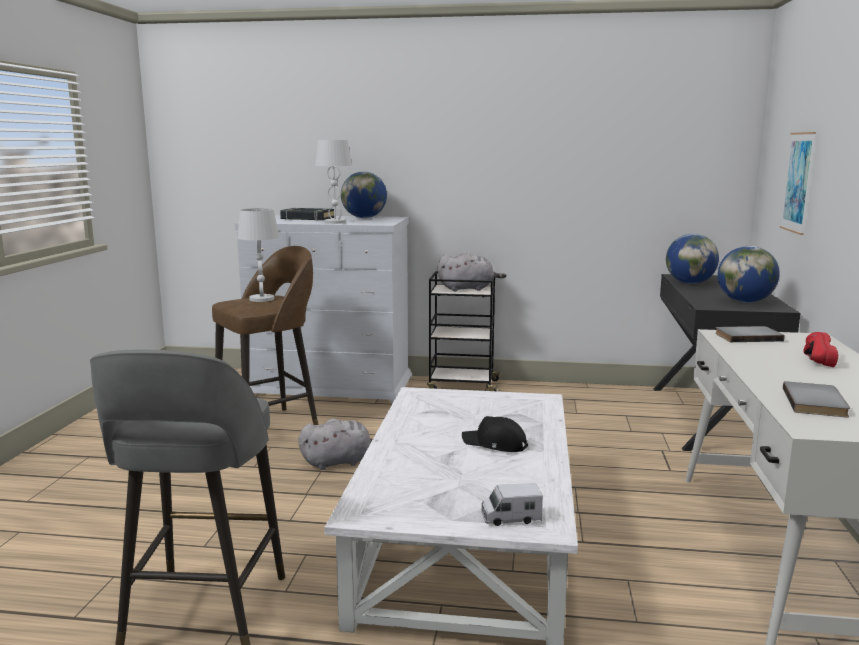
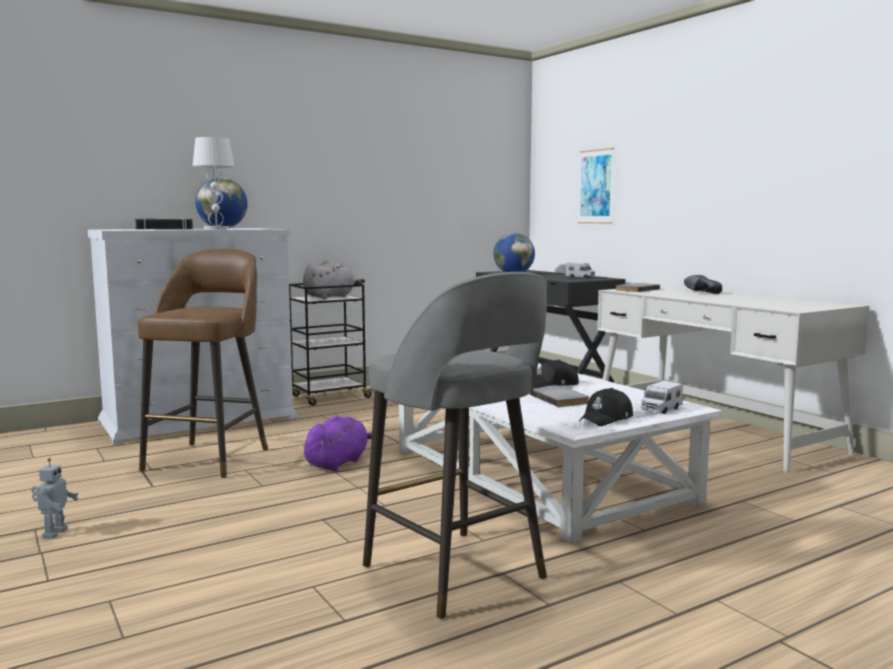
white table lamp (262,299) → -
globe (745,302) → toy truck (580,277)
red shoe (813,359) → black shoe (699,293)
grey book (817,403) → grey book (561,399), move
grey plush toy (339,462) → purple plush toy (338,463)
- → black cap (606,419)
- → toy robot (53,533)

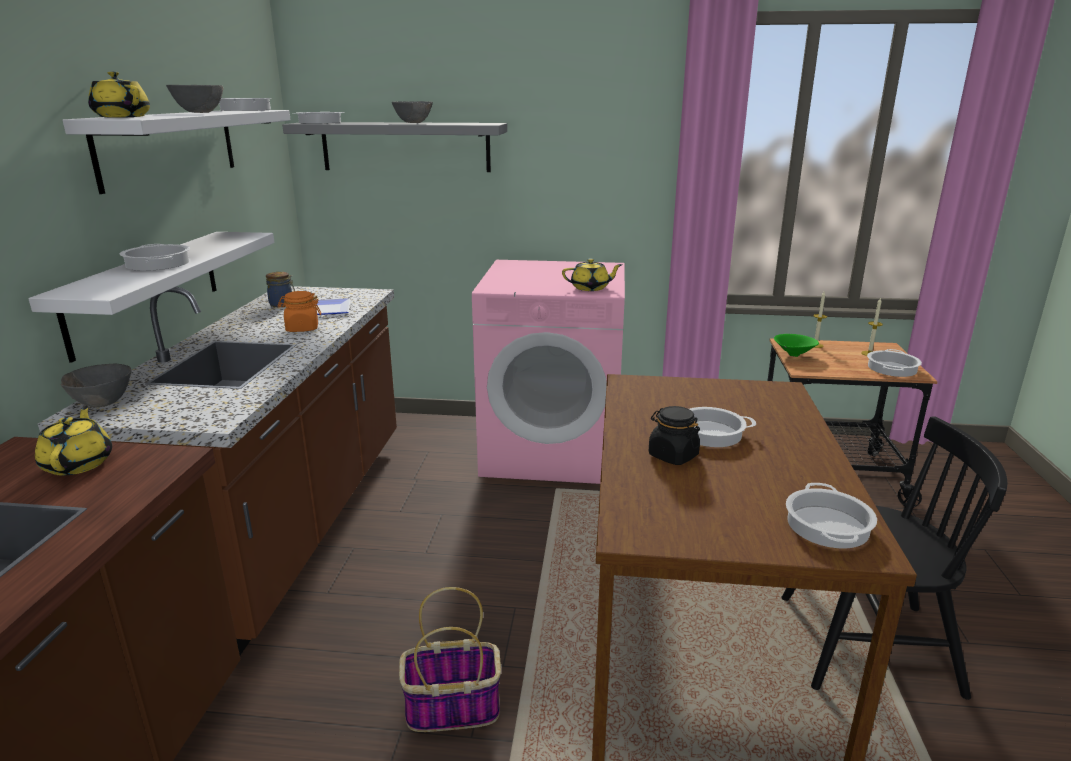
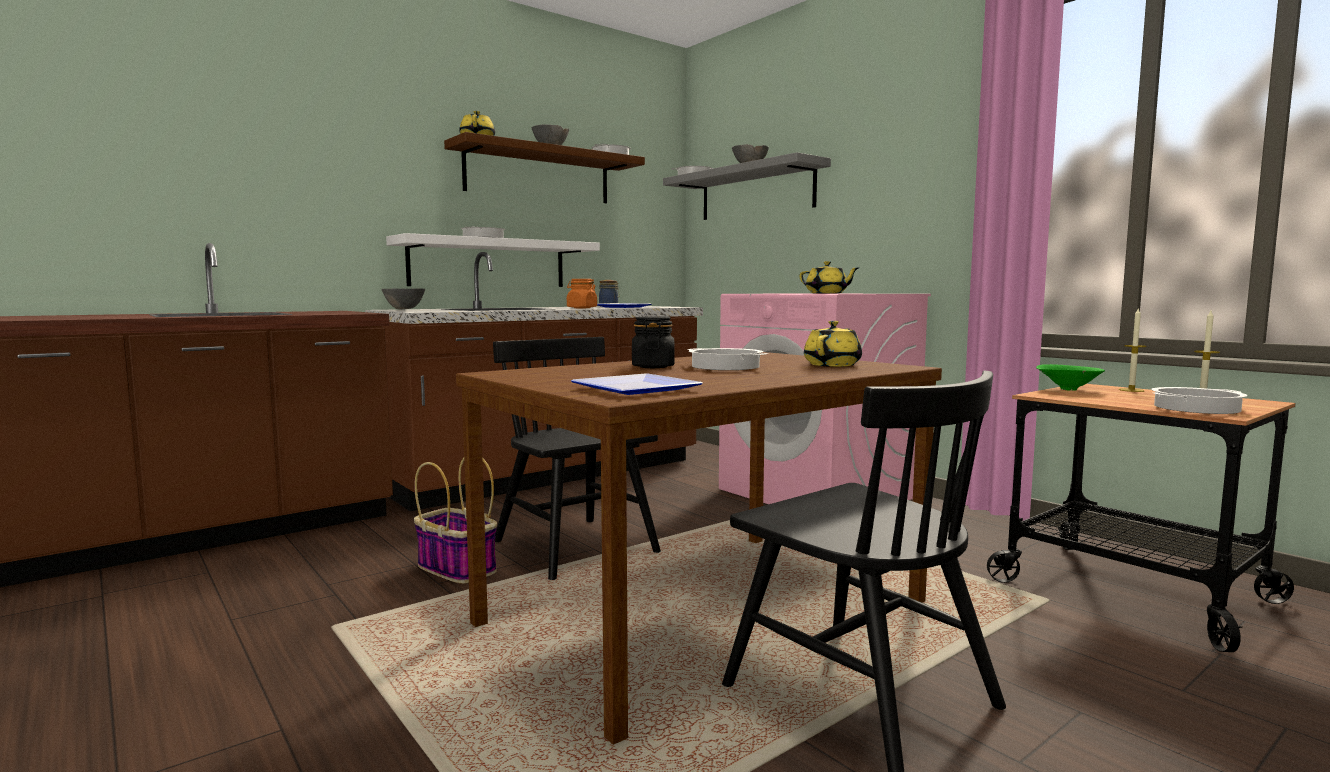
white shelf (169,146) → brown shelf (538,175)
yellow teapot (79,463) → yellow teapot (833,365), move
cooking pot (828,526) → plate (635,390)
- → black chair (575,547)

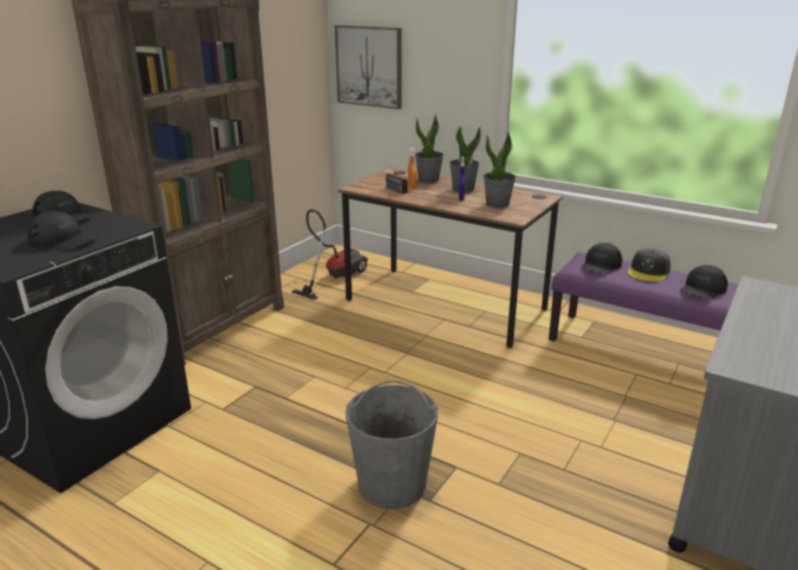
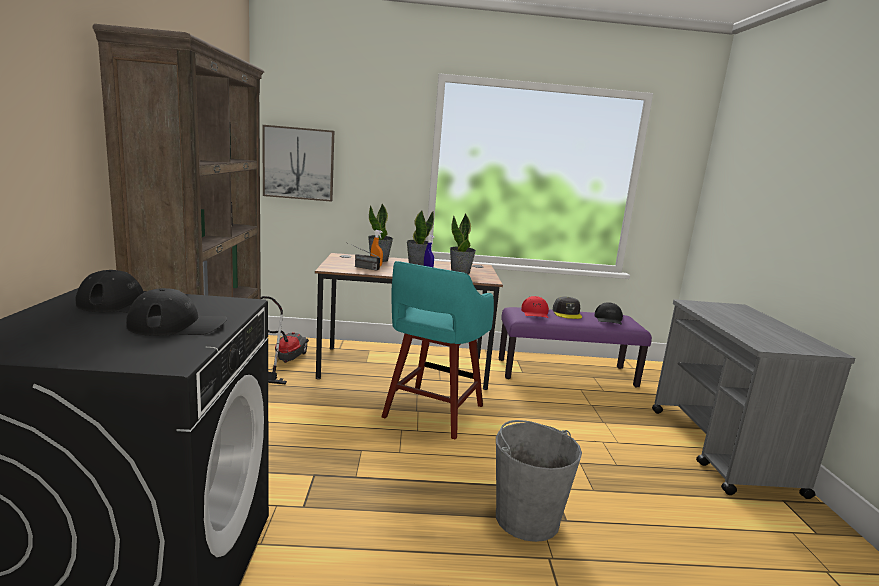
black cap (601,265) → red cap (535,313)
- → turquoise stool (432,412)

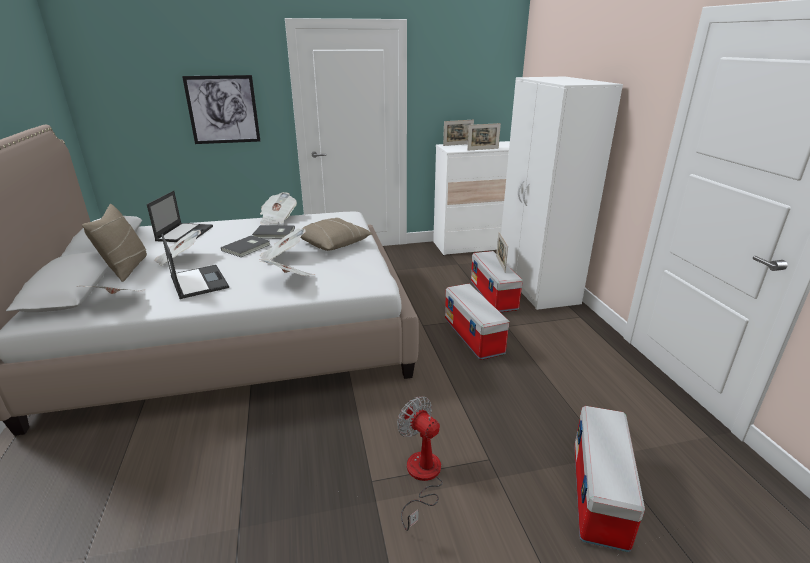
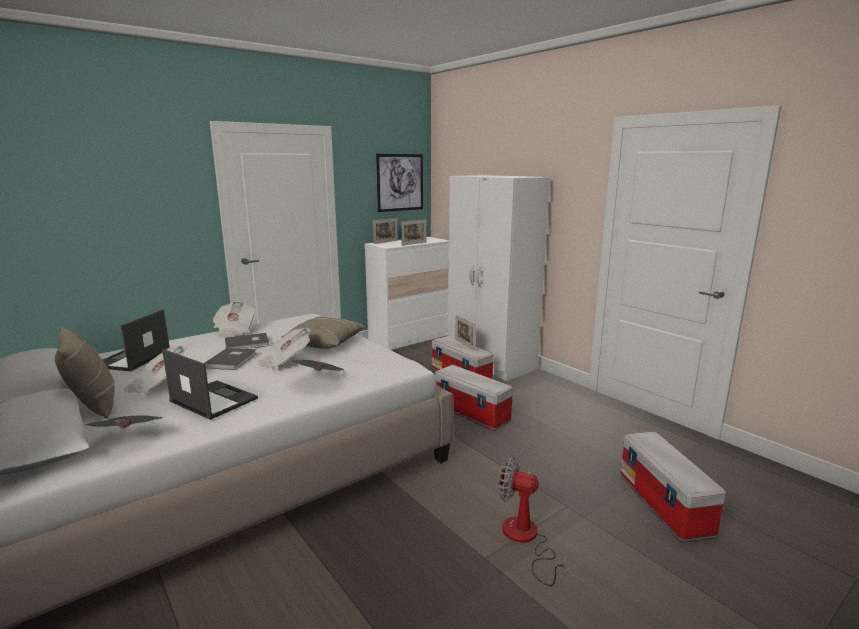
picture (223,110) → picture (400,182), move
laptop (185,233) → laptop (132,359), 150 degrees counterclockwise

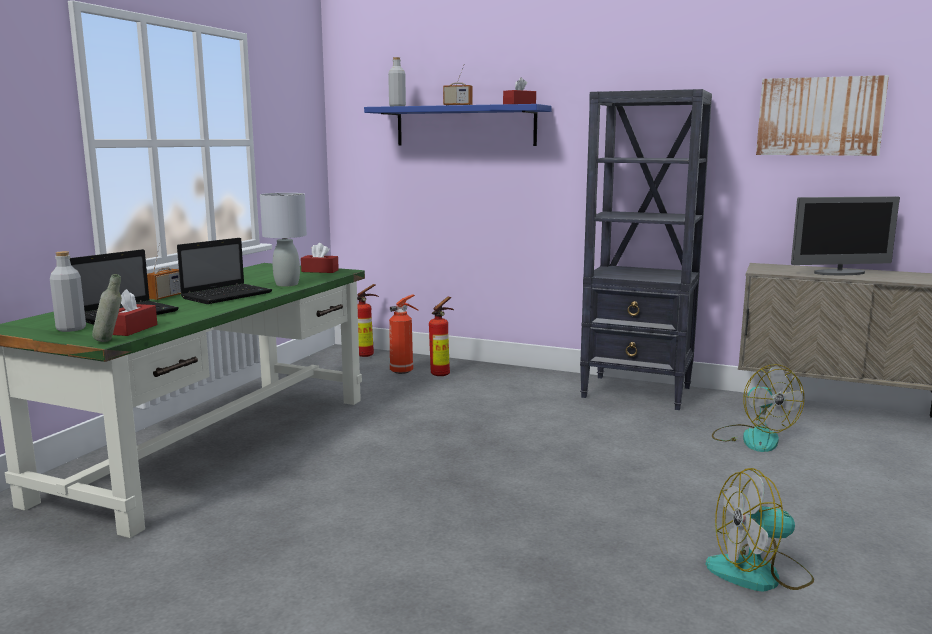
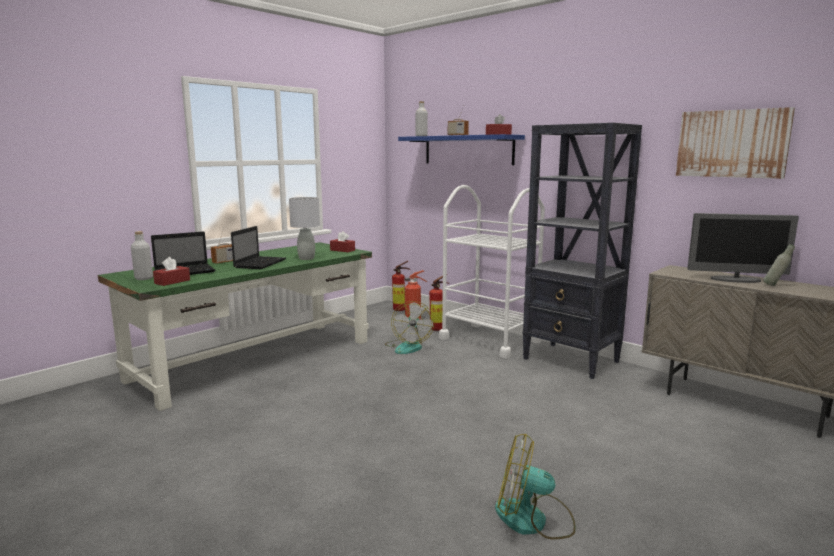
laptop (228,295) → laptop (260,263), 45 degrees counterclockwise
grey bottle (110,341) → grey bottle (775,286), move
fan (752,438) → fan (408,346), move
- → white cart (489,340)

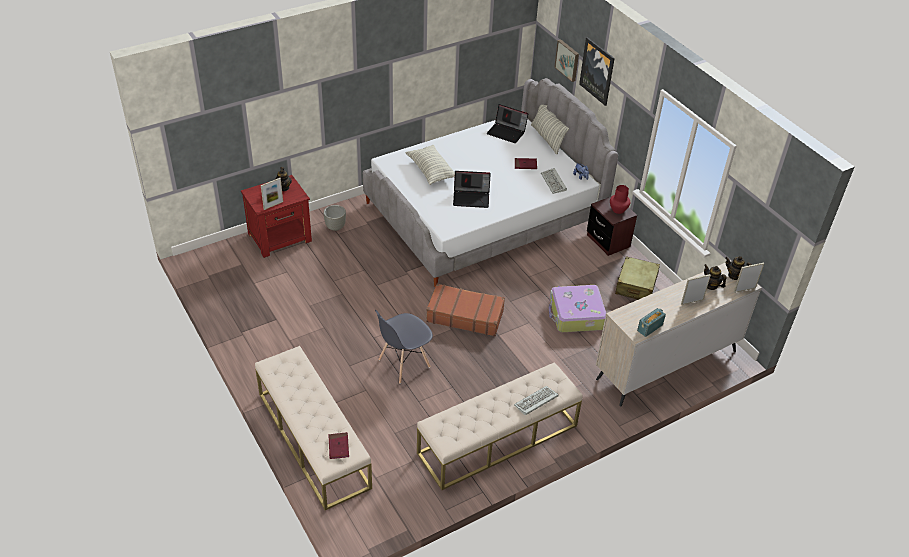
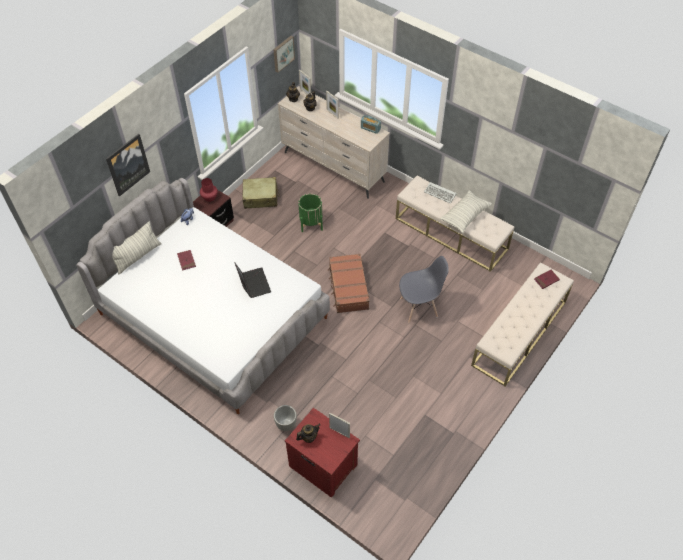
picture (568,60) → picture (283,53), move
laptop (507,132) → -
pillow (431,171) → pillow (465,216), move
keyboard (554,183) → -
suitcase (576,315) → green planter (311,223)
grey chair (403,364) → grey chair (419,307), 45 degrees counterclockwise

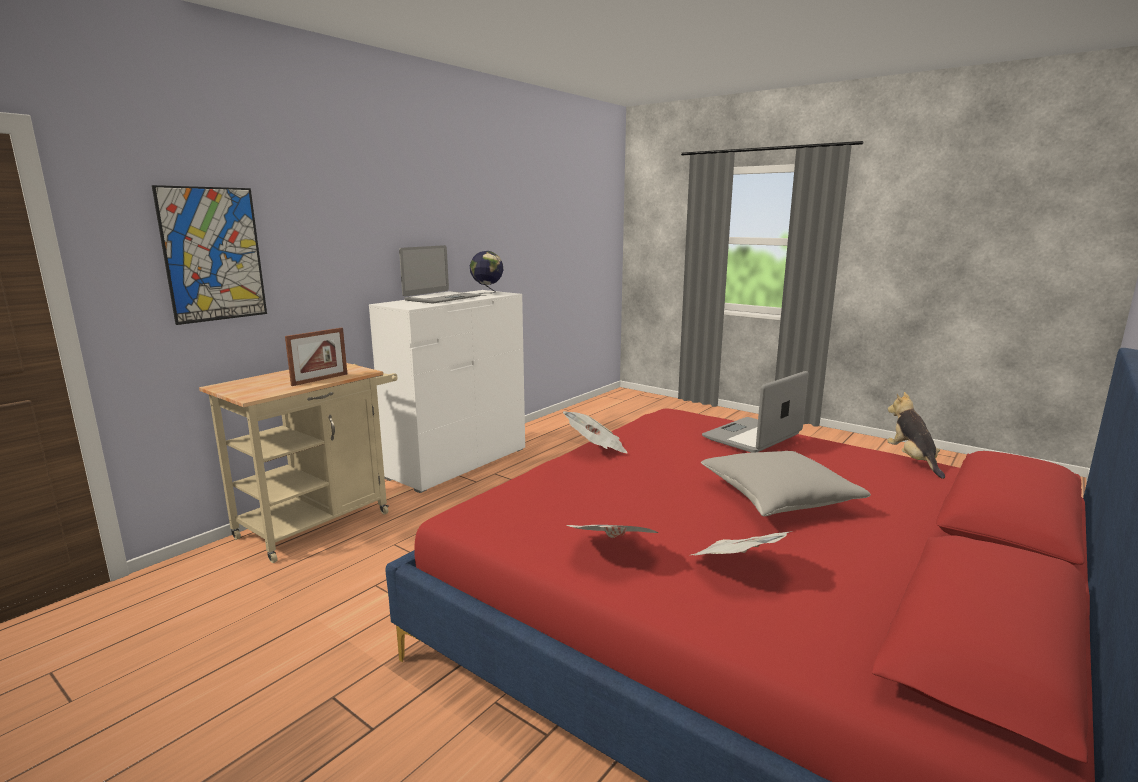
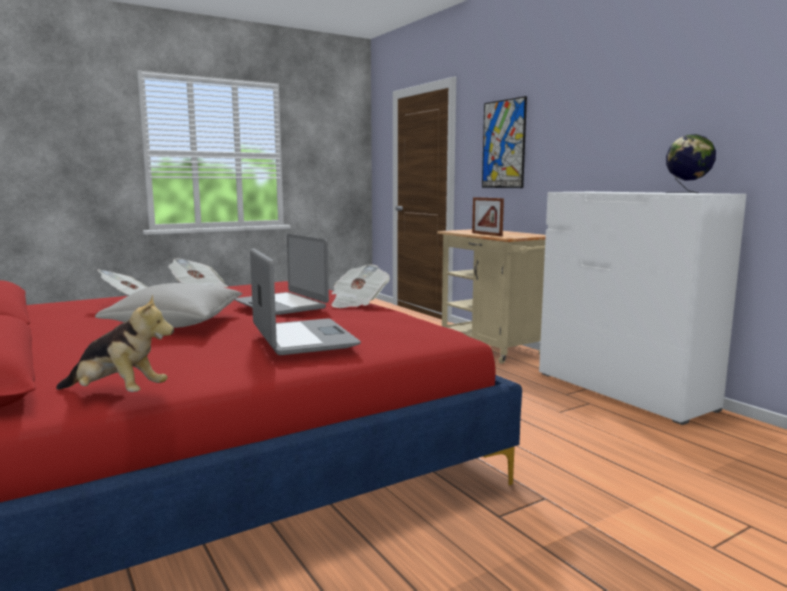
laptop (442,298) → laptop (281,305), move

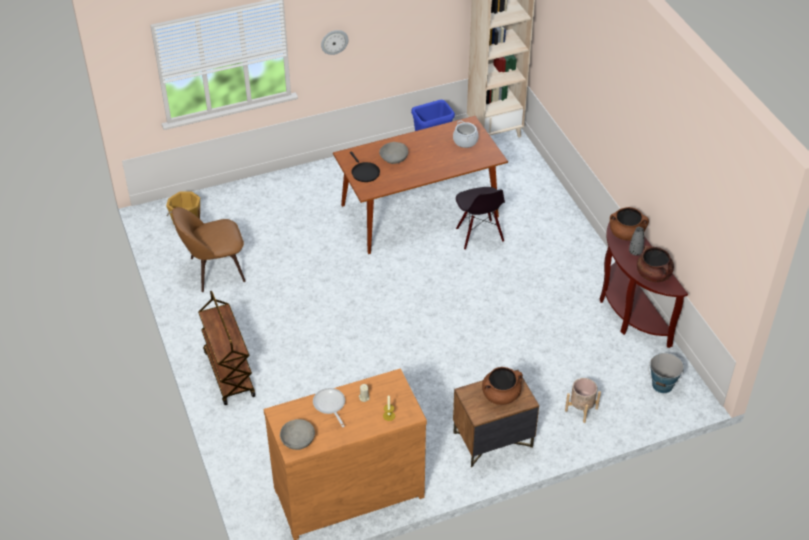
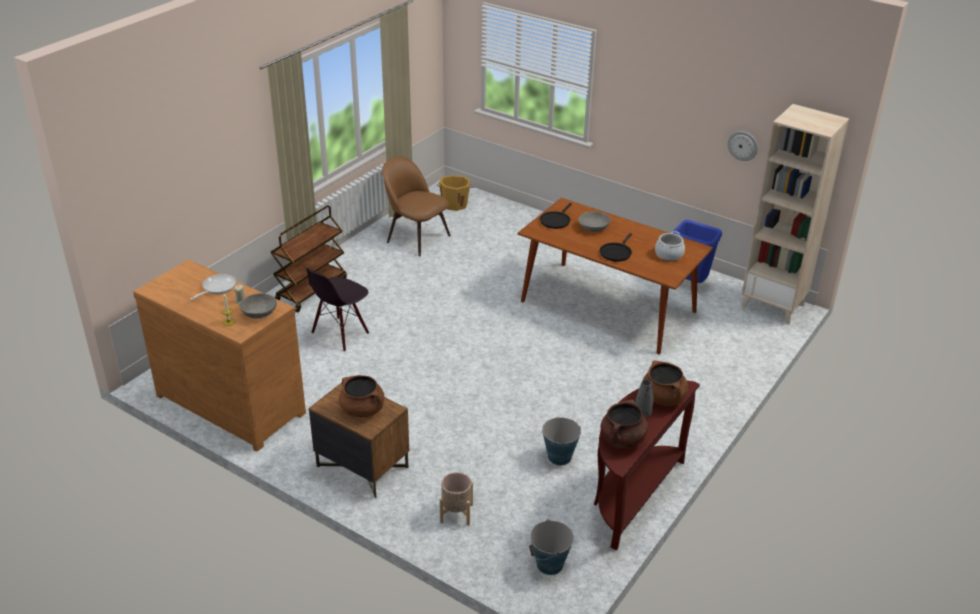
wall clock (334,41) → wall clock (743,145), move
black chair (479,235) → black chair (340,334), move
grey bowl (298,440) → grey bowl (259,313), move
- → black frying pan (616,253)
- → bucket (559,457)

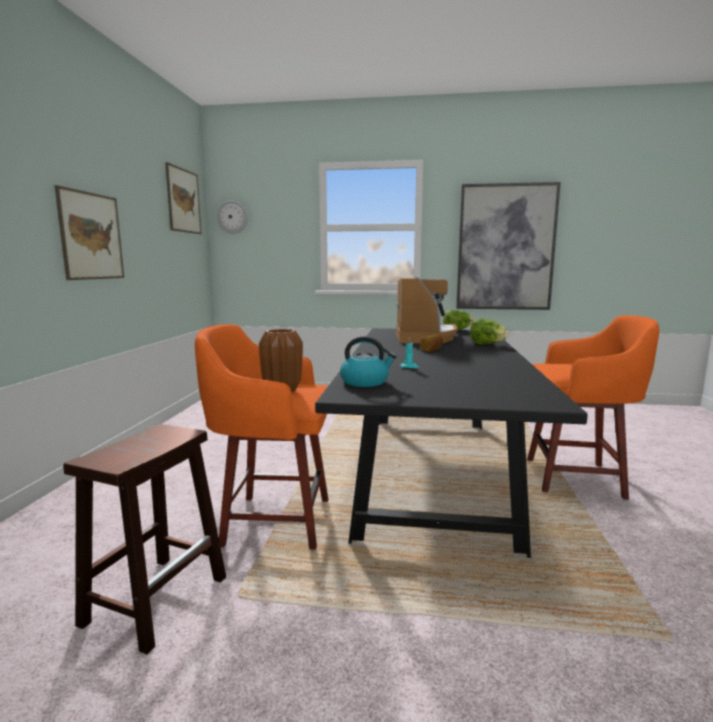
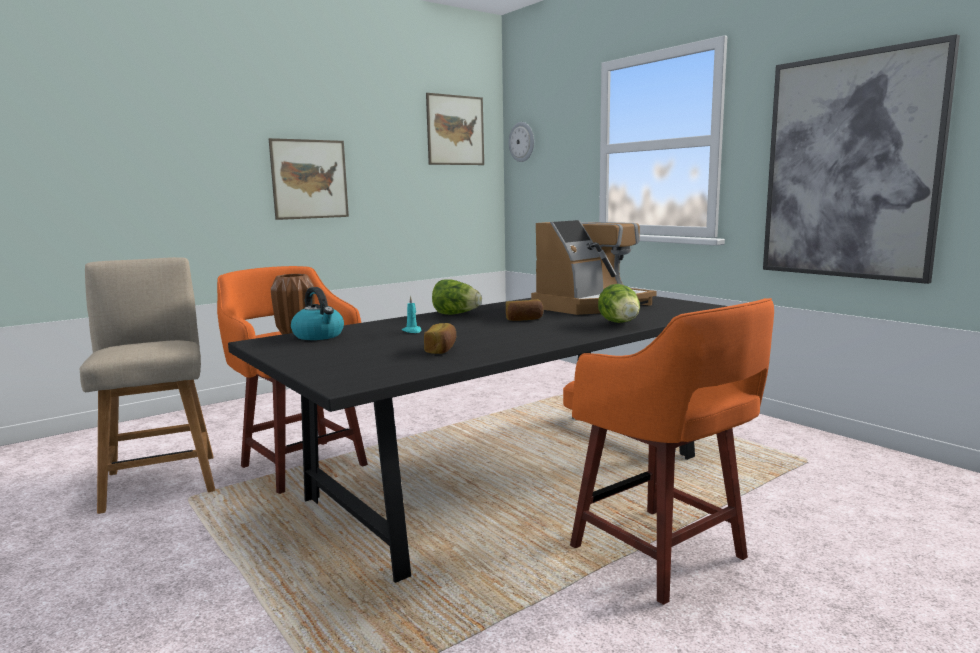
lettuce (457,330) → lettuce (456,314), move
brown stool (157,598) → beige chair (161,479)
- → bread (442,350)

